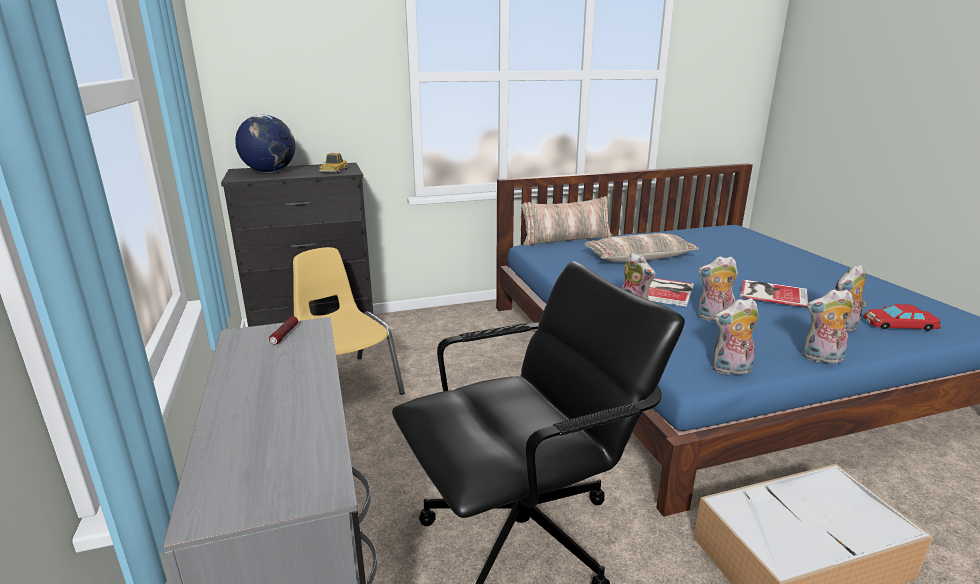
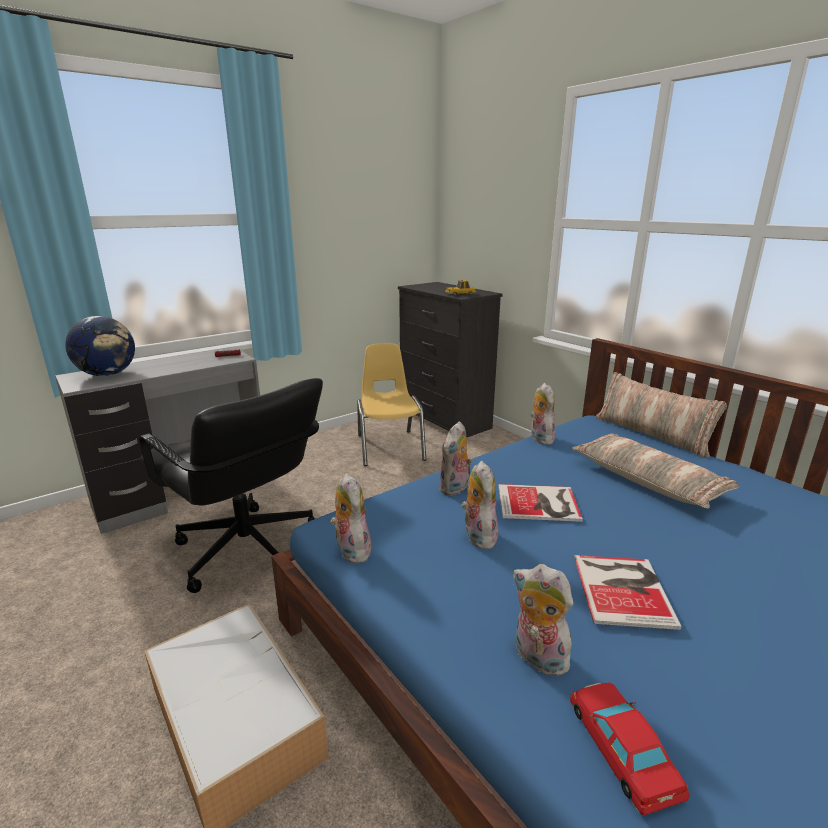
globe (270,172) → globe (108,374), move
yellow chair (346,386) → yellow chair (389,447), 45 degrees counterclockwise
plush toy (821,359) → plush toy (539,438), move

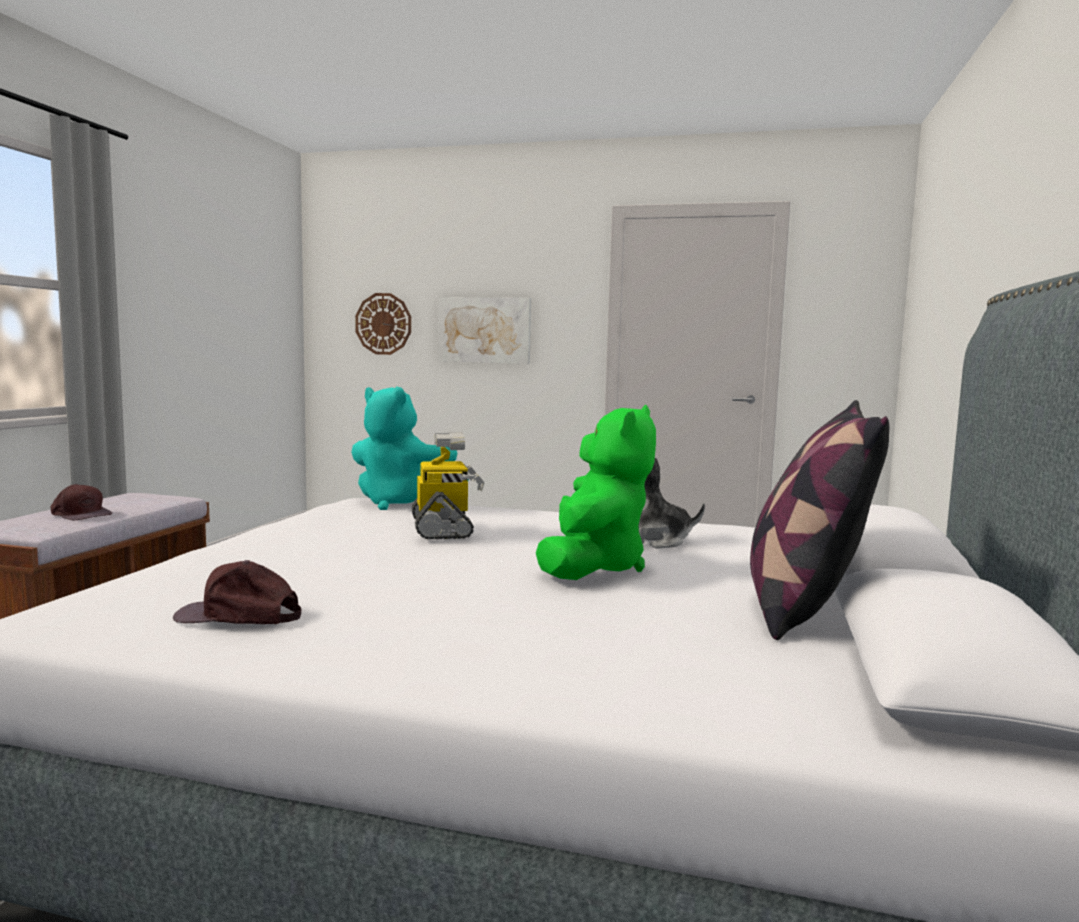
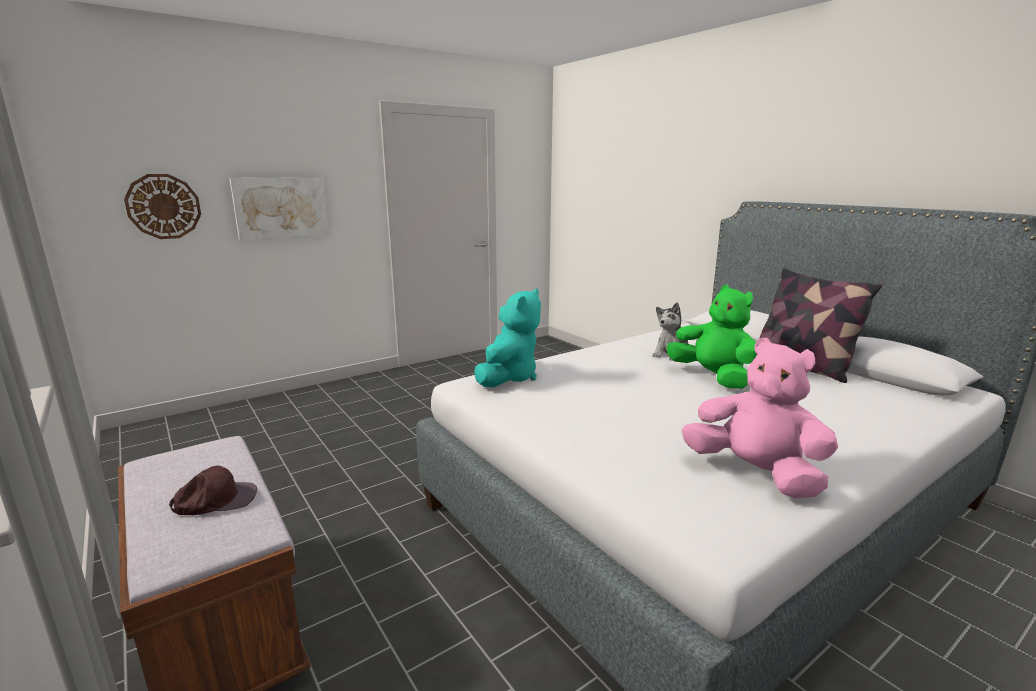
turquoise plush toy (402,504) → turquoise plush toy (508,377), 45 degrees counterclockwise
toy robot (443,529) → -
brown cap (239,616) → pink plush toy (755,474)

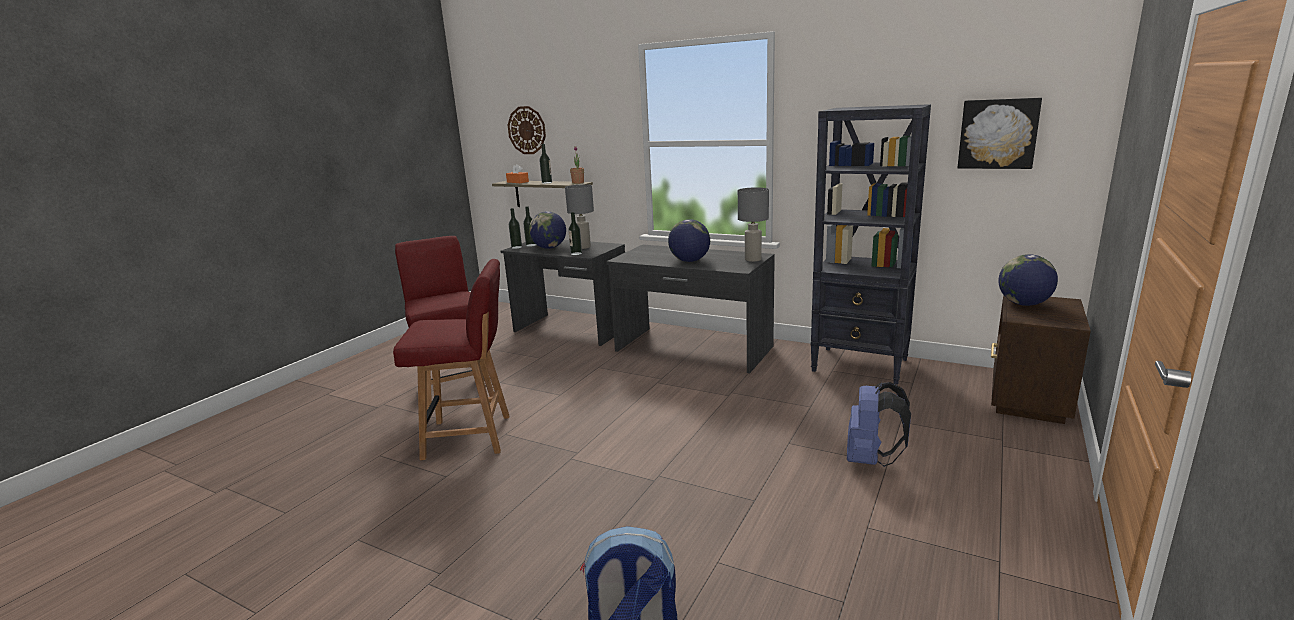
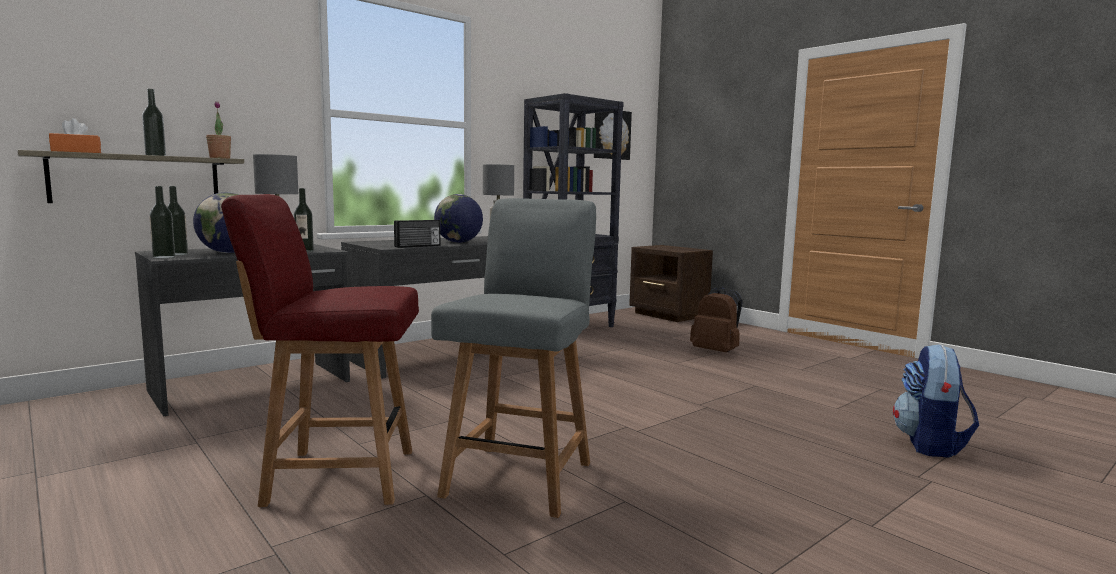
wall clock (527,130) → -
globe (1024,304) → -
red chair (470,436) → grey chair (520,477)
blue backpack (870,460) → brown backpack (716,352)
- → radio (418,246)

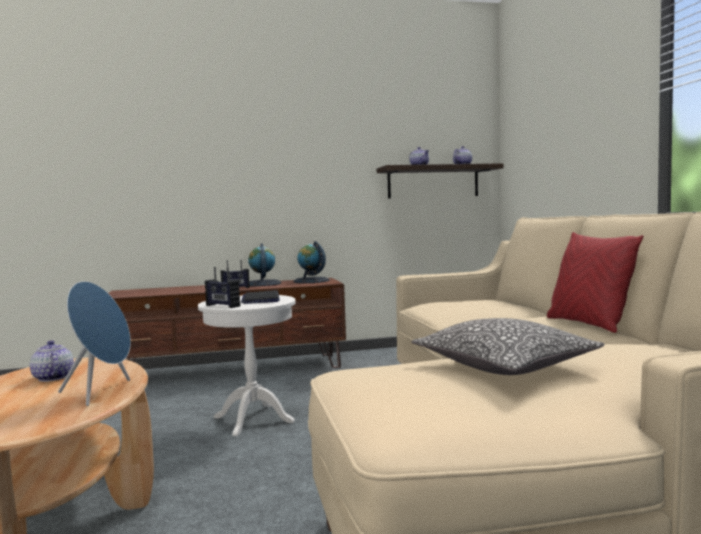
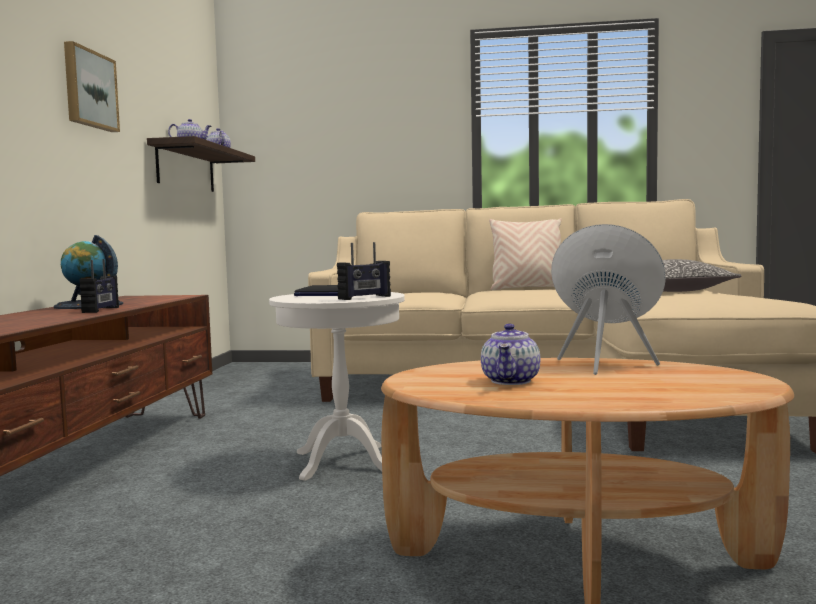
red pillow (588,324) → beige pillow (527,289)
globe (311,281) → -
teapot (52,378) → teapot (511,381), 60 degrees counterclockwise
- → picture (89,89)

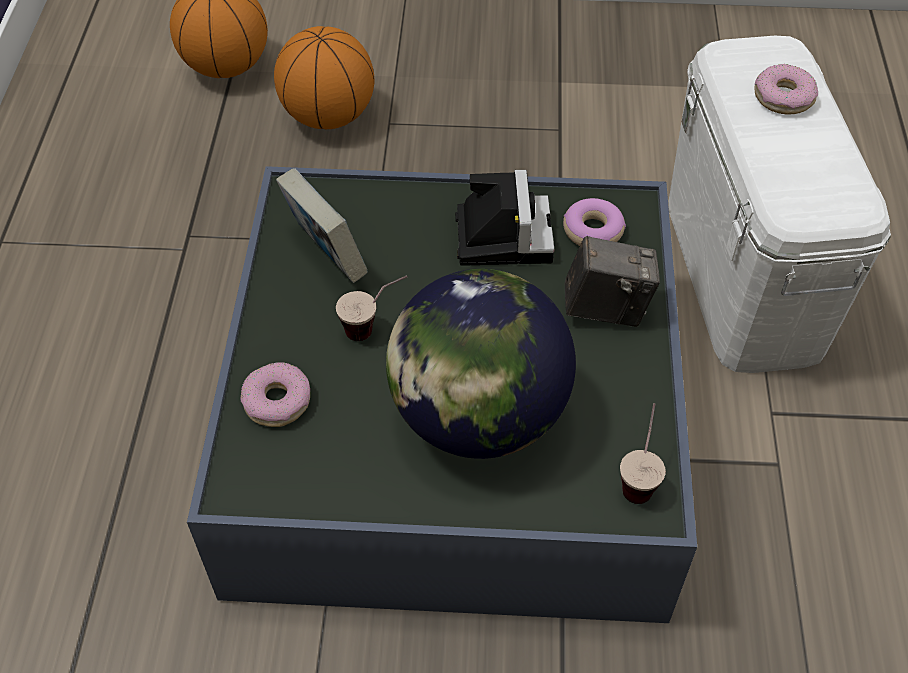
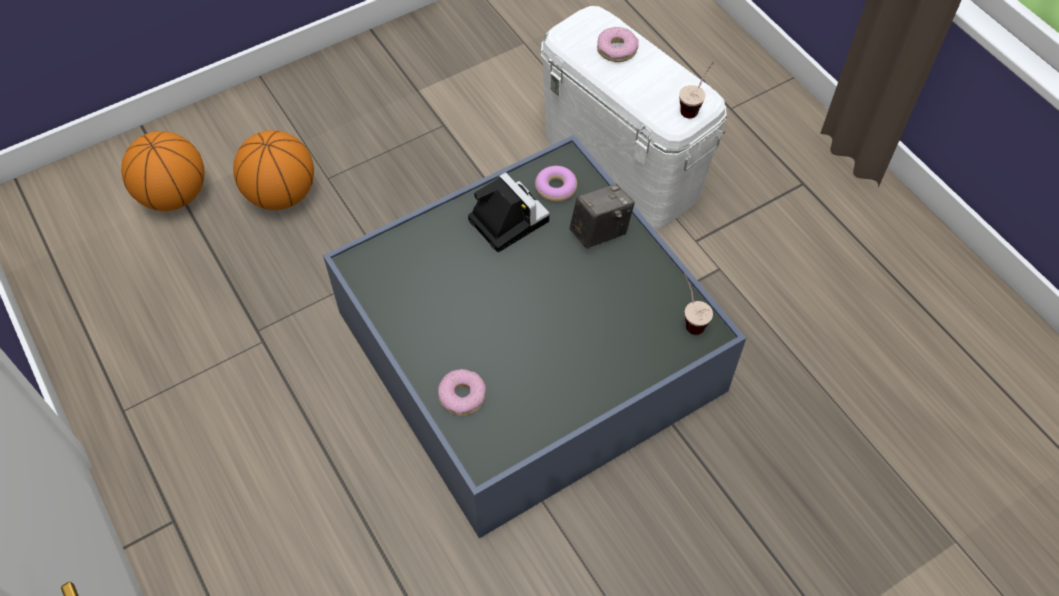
book (326,255) → -
globe (477,416) → -
cup (374,327) → cup (694,106), move

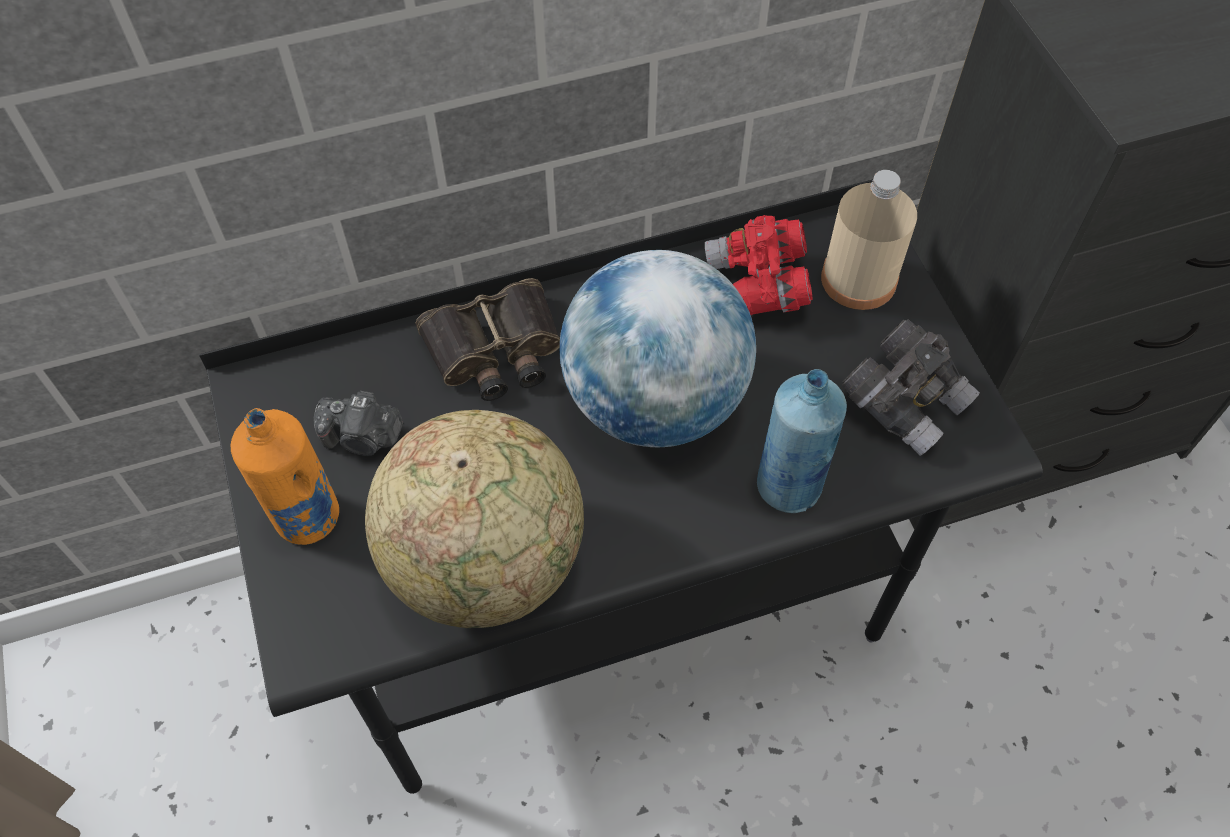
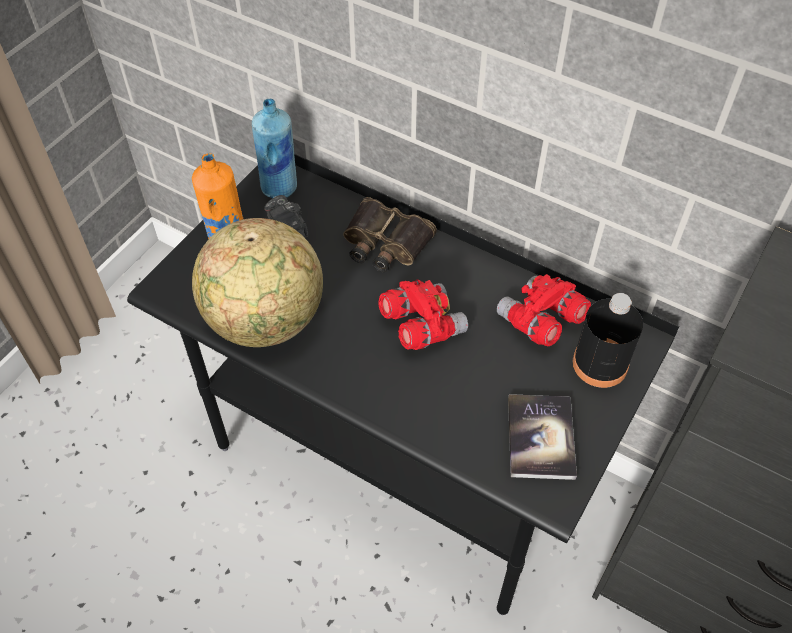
beige bottle (858,279) → black bottle (600,364)
globe (654,402) → red binoculars (421,325)
grey binoculars (905,401) → book (540,437)
blue bottle (789,485) → blue bottle (280,187), move

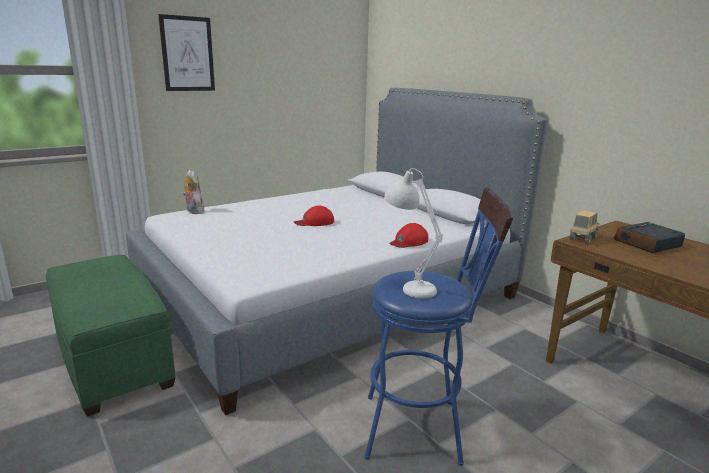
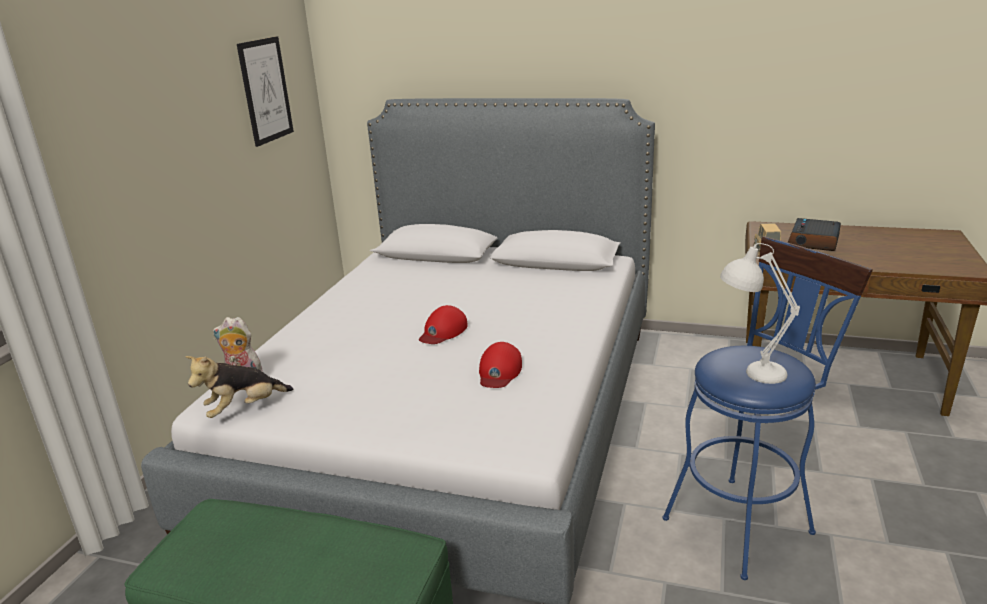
picture (187,54) → picture (265,90), move
red cap (408,241) → red cap (499,371), move
- → plush toy (244,409)

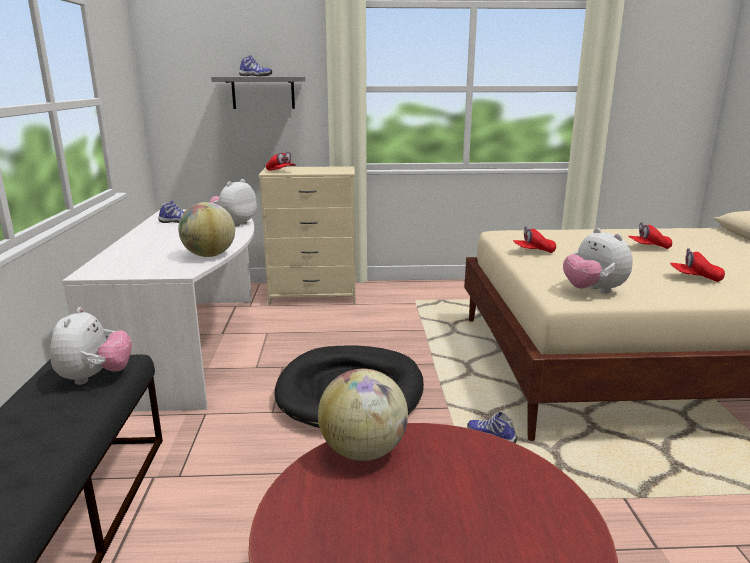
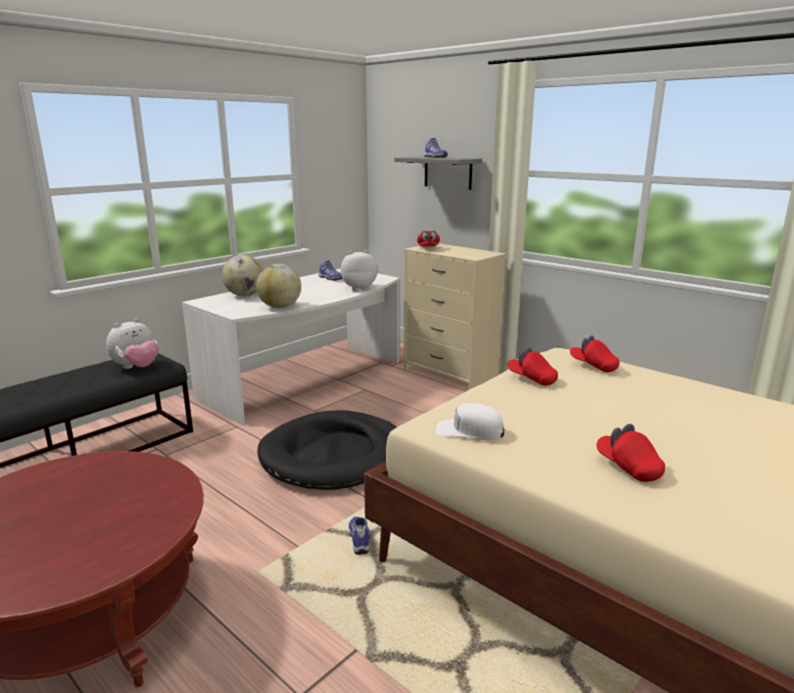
red cap (648,247) → red cap (593,366), move
plush toy (593,291) → white cap (469,431)
globe (363,451) → globe (245,295), move

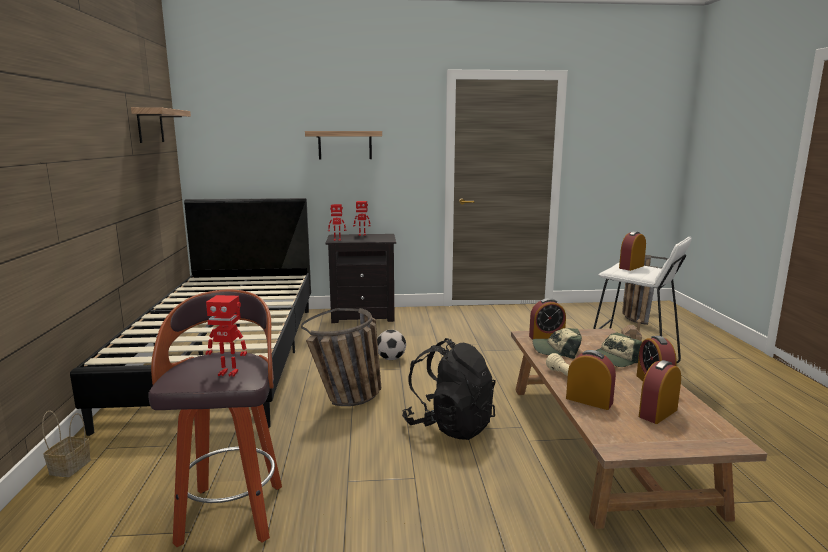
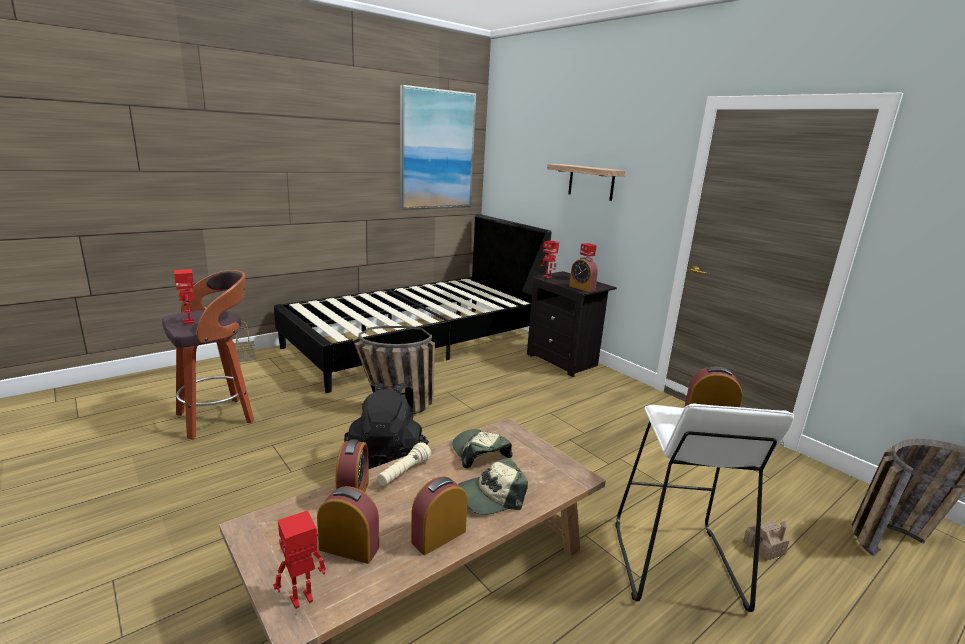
shelf (150,126) → picture (437,150)
alarm clock (546,337) → alarm clock (582,288), move
football (391,358) → -
cap (614,359) → cap (491,496), 45 degrees counterclockwise
- → toy robot (302,600)

